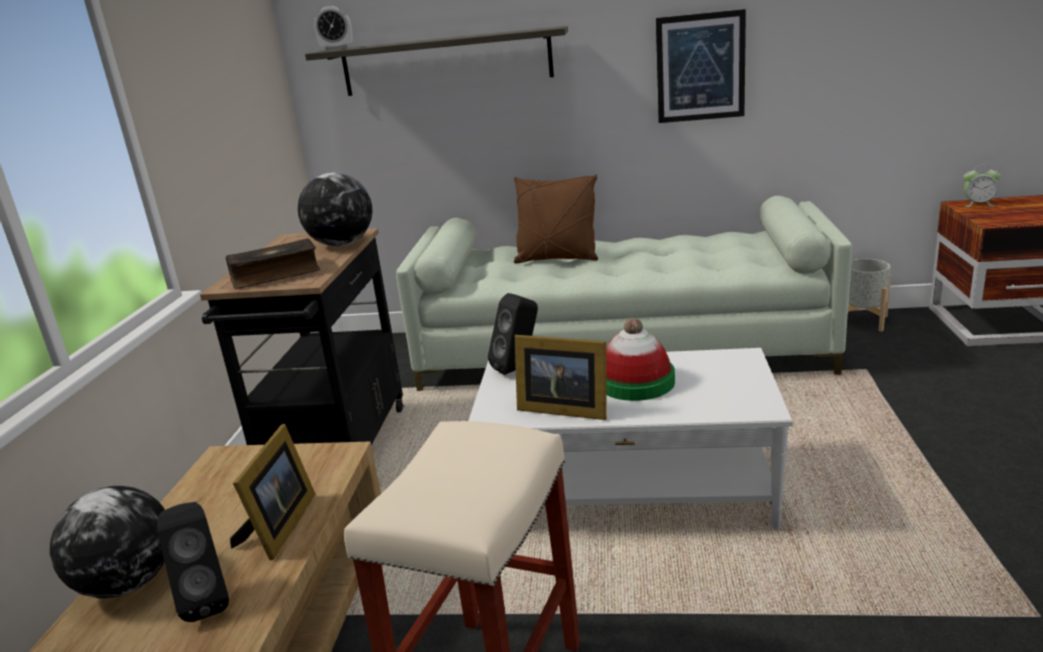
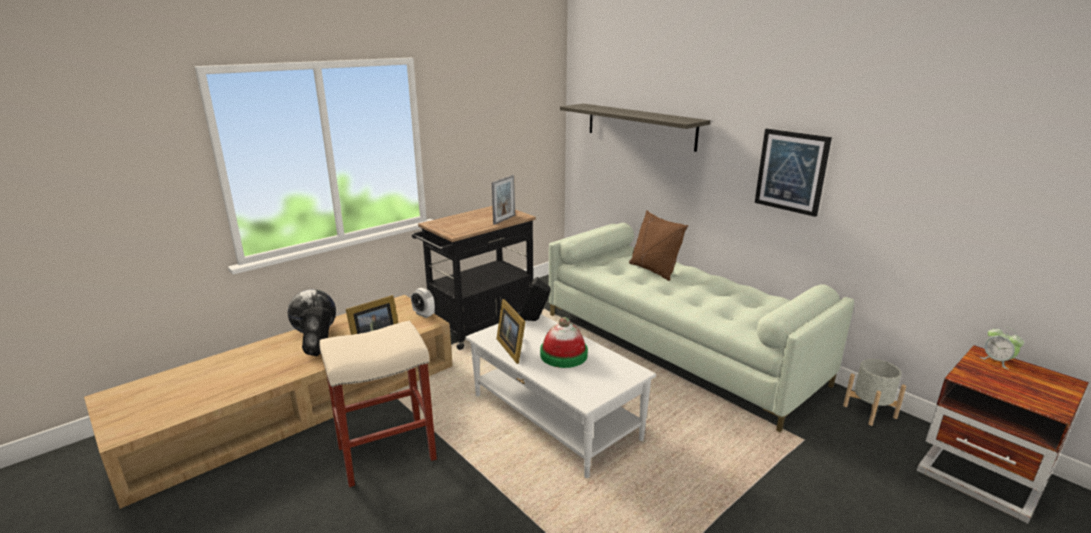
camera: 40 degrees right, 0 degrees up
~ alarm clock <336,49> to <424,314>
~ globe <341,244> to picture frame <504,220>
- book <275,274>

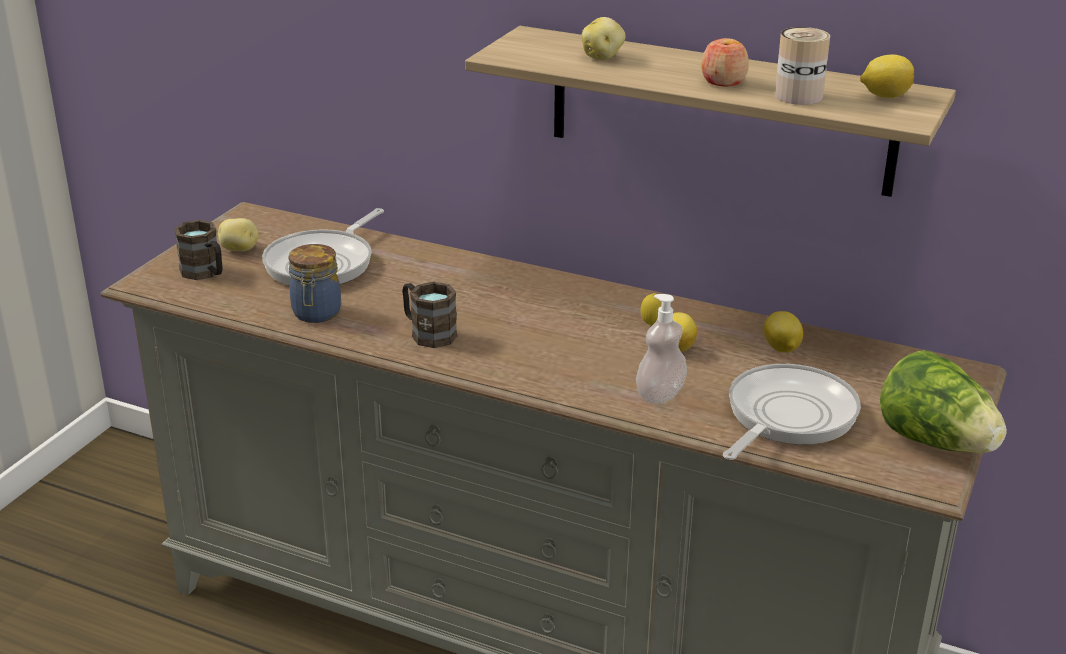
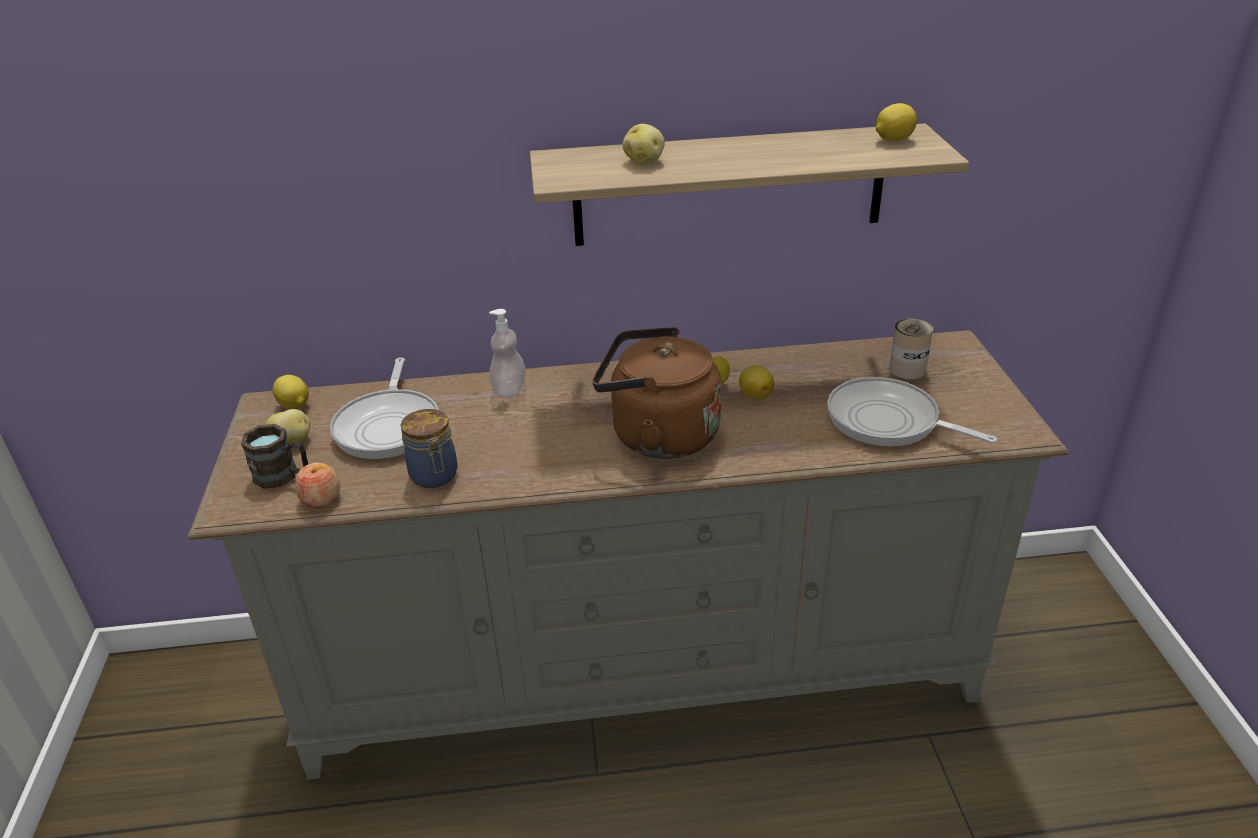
camera: 30 degrees left, 5 degrees up
~ can <798,96> to <907,369>
~ apple <723,82> to <321,499>
- brown mug <427,333>
~ soap dispenser <660,394> to <509,389>
~ lemon <781,349> to <294,406>
- lettuce <935,442>
~ frying pan <786,417> = <888,422> 60 degrees counterclockwise
+ brown kettle <657,436>

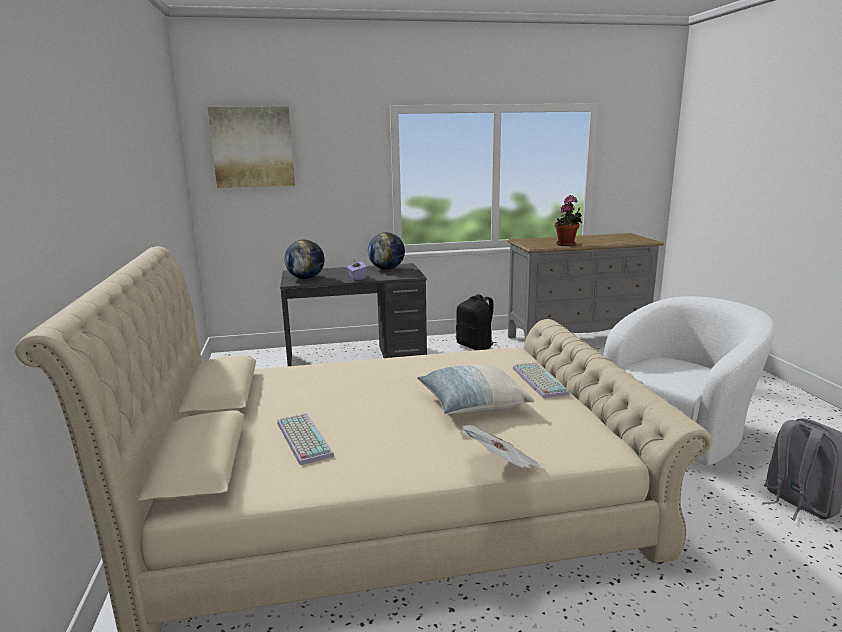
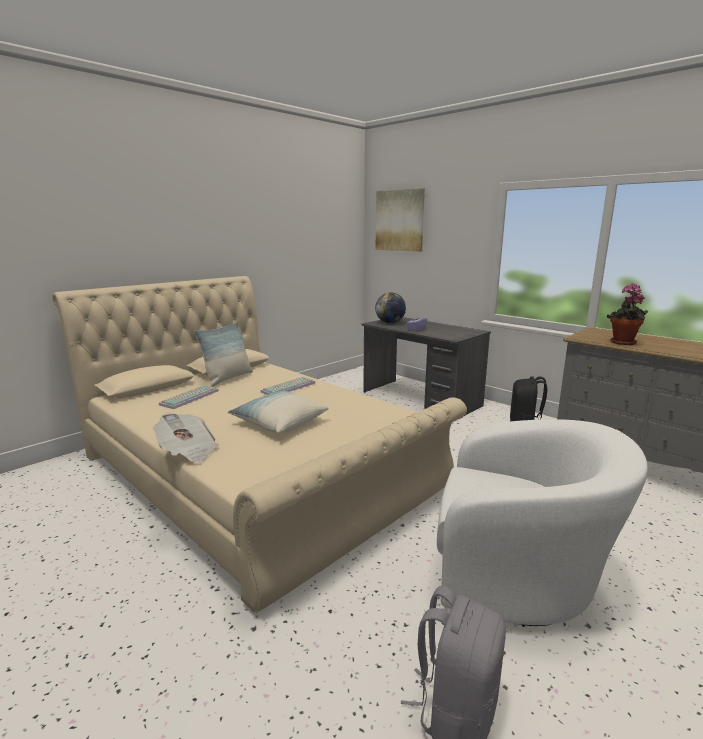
camera: 55 degrees right, 0 degrees up
- globe <387,269>
~ keyboard <537,380> to <288,387>
+ pillow <228,378>

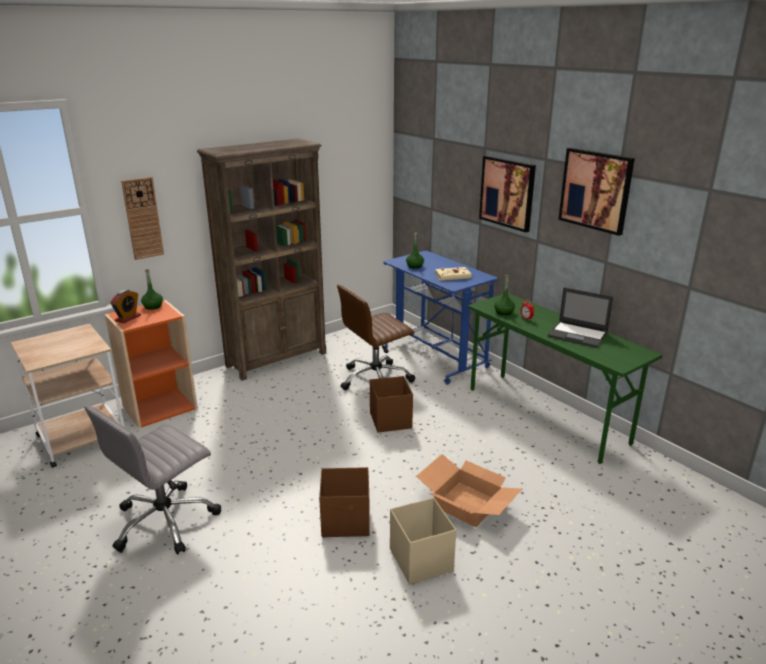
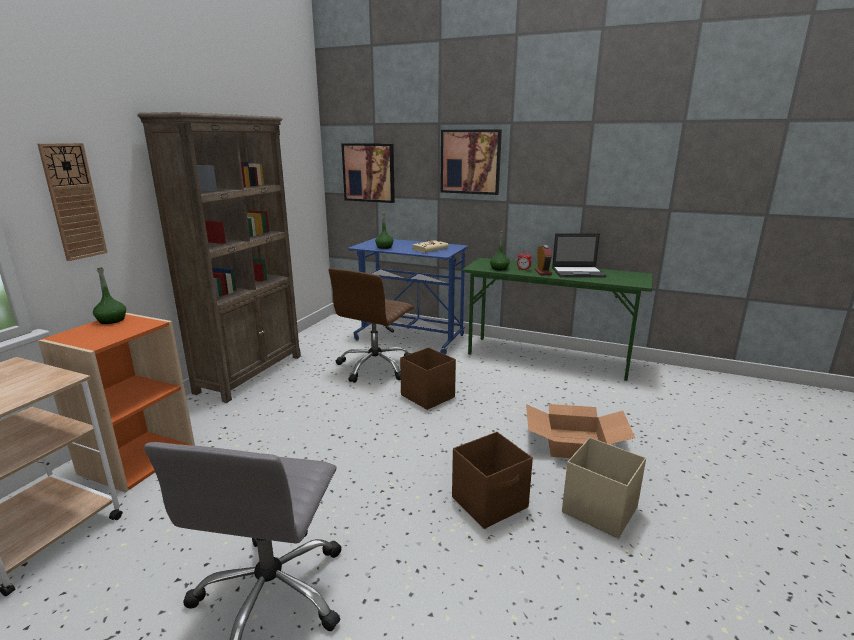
camera: 30 degrees left, 5 degrees down
~ picture <595,190> to <369,172>
~ alarm clock <128,318> to <542,272>

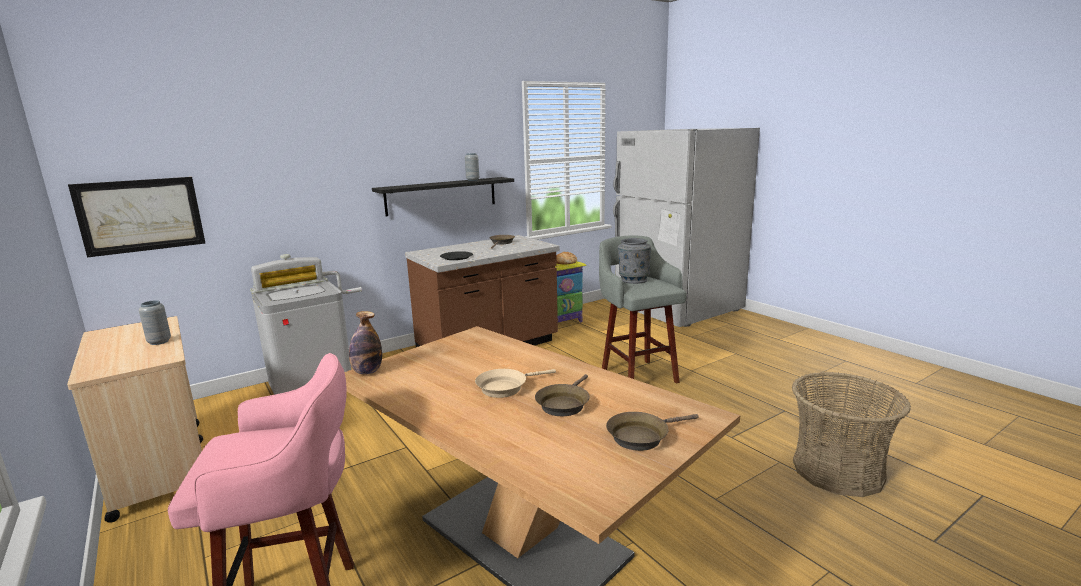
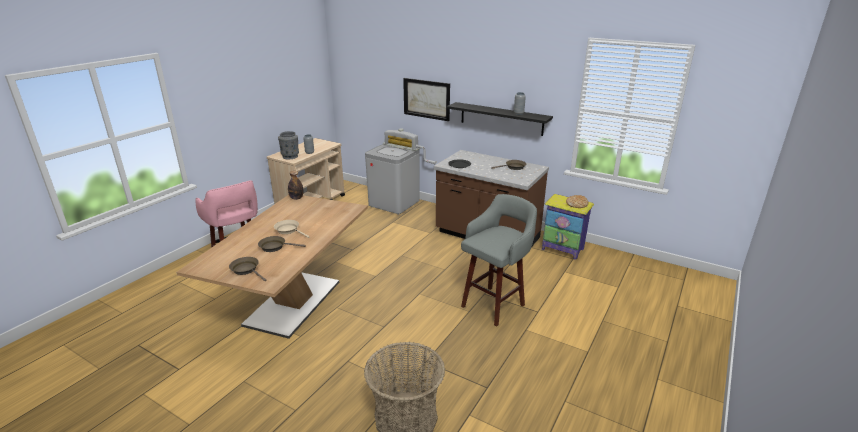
camera: 65 degrees right, 10 degrees up
- white fridge <678,308>
~ picture <141,215> to <426,99>
~ grey vase <633,280> to <290,156>

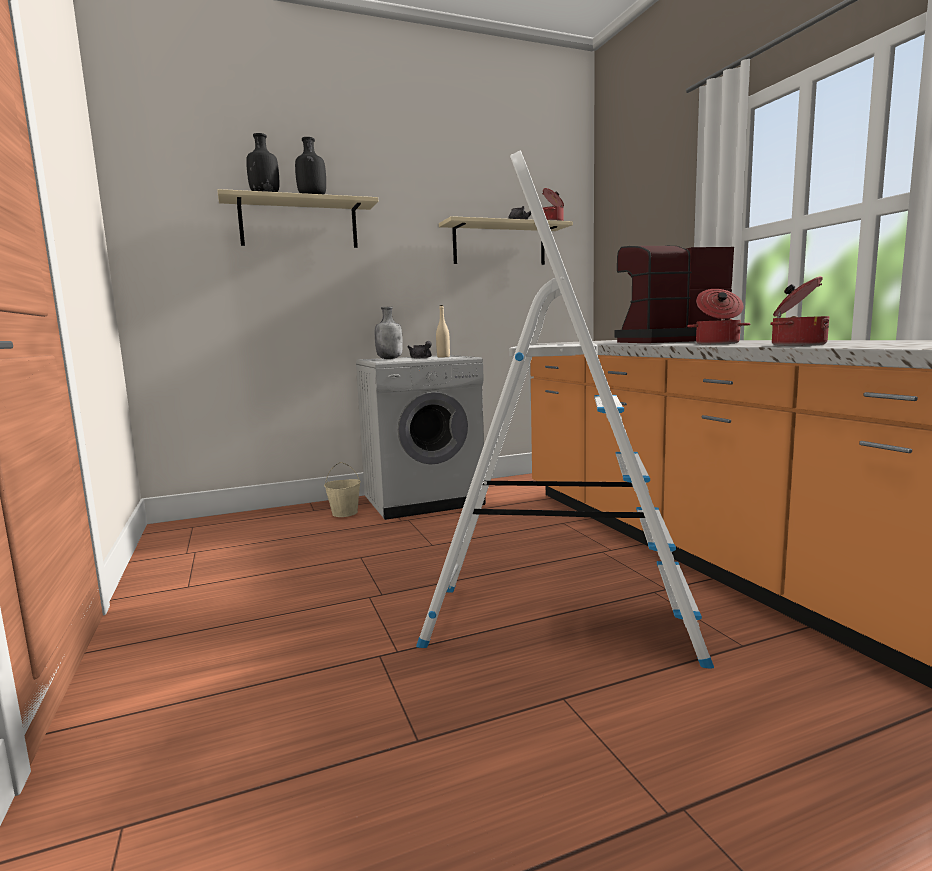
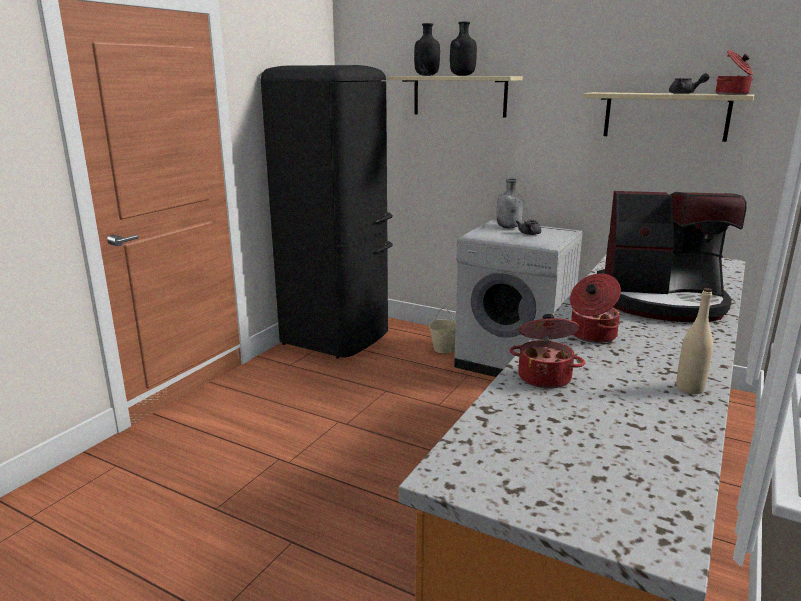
camera: 50 degrees right, 10 degrees up
- white step ladder <561,623>
~ coffee machine <667,341> = <661,301> 150 degrees clockwise
~ beige bottle <443,357> to <689,388>
+ black fridge <339,337>

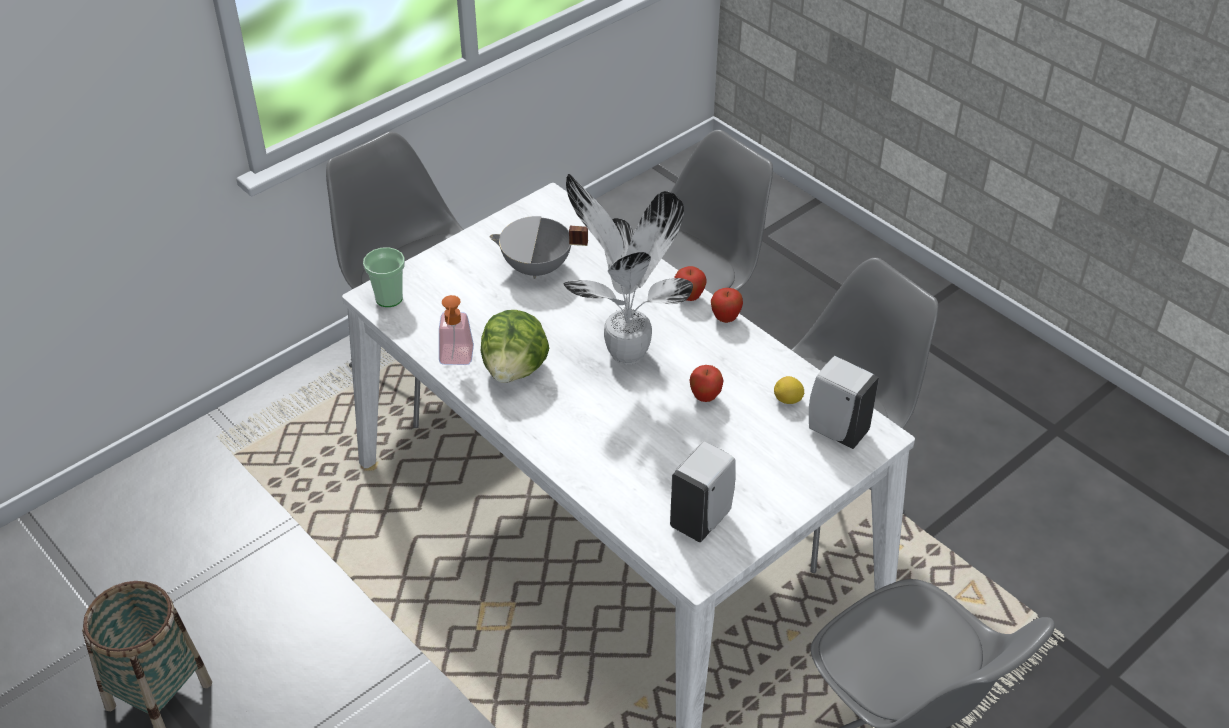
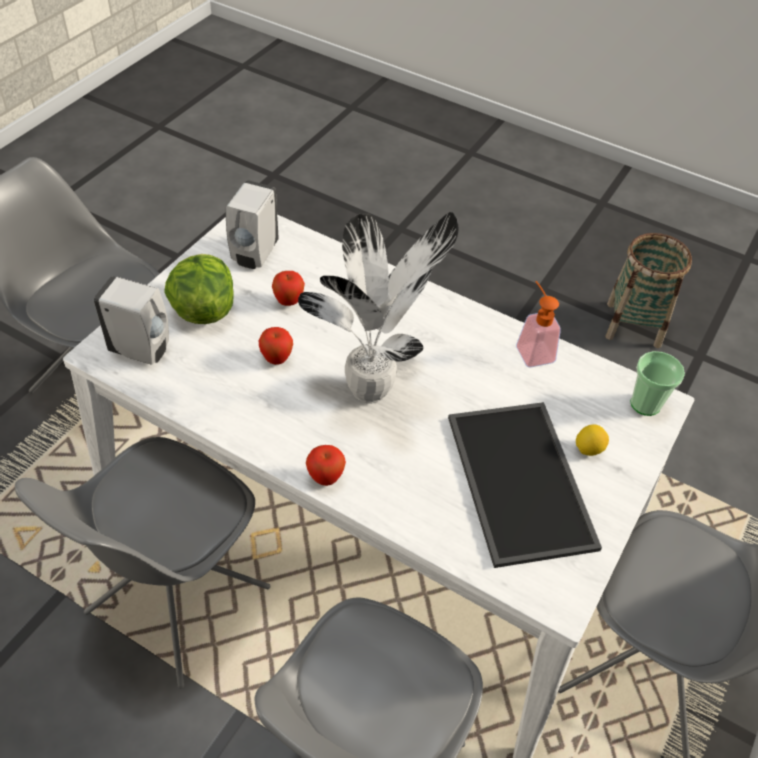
camera: 160 degrees right, 5 degrees up
~ grey cooking pot <537,268> to tray <516,479>
~ apple <725,318> to <288,302>
~ lettuce <515,369> to <203,310>
~ lemon <788,400> to <588,449>

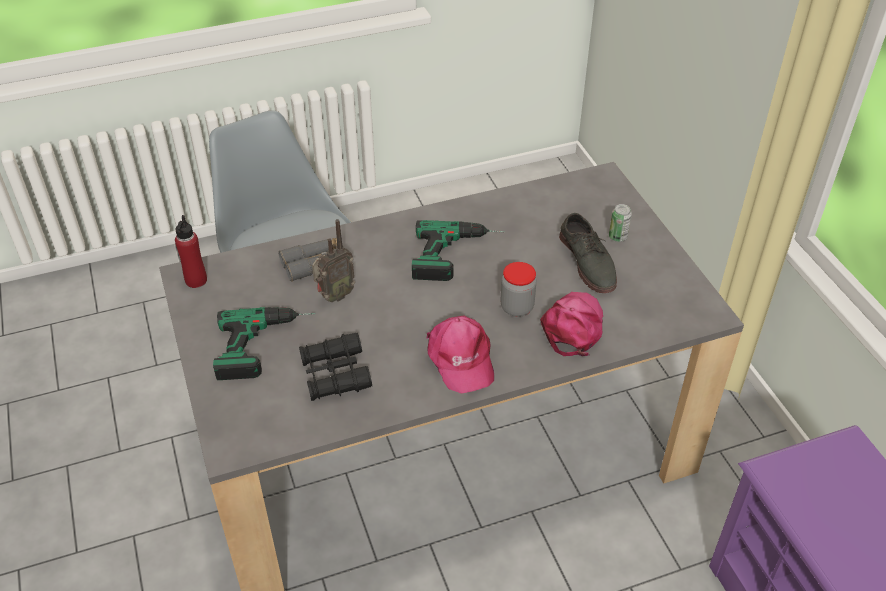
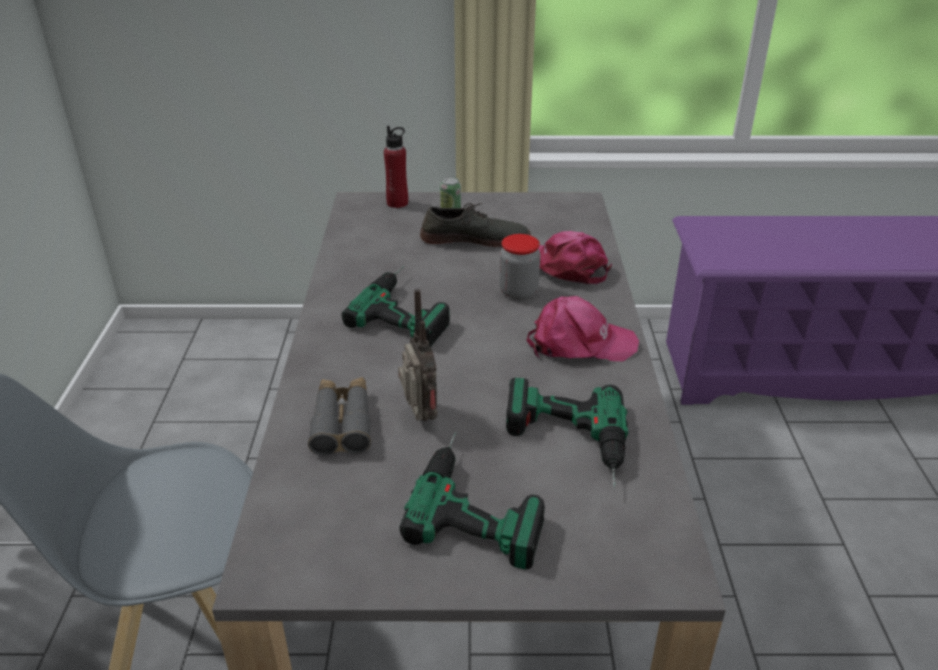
camera: 70 degrees left, 10 degrees down
~ red bottle <196,280> to <397,203>
~ black binoculars <335,374> to power drill <565,444>

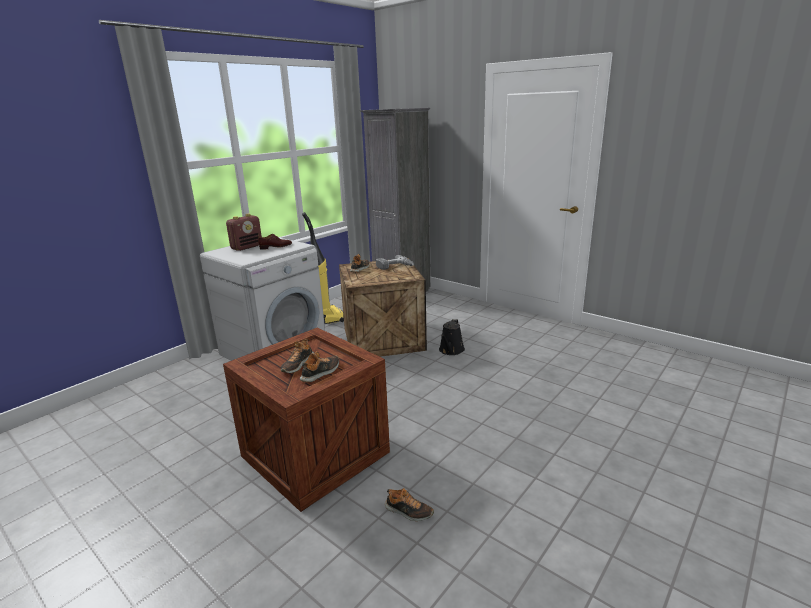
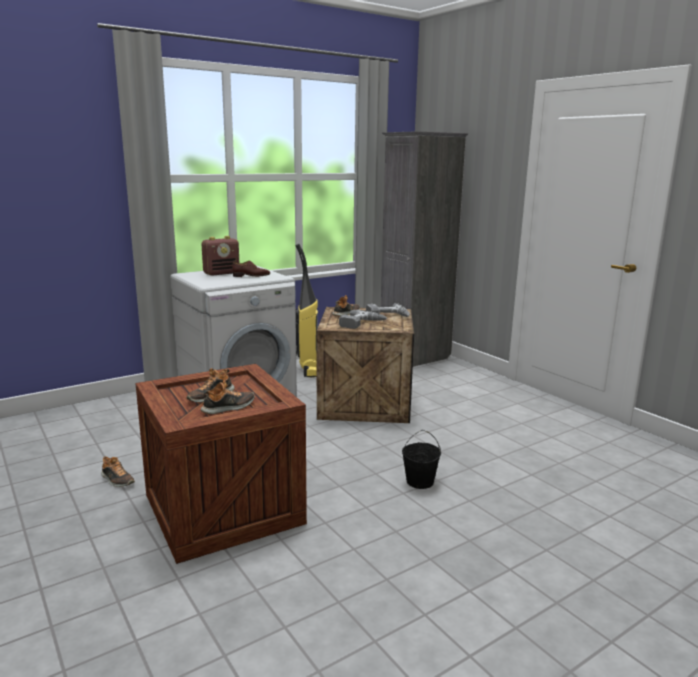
camera: 15 degrees right, 5 degrees down
- black watering can <451,350>
~ shoe <408,511> to <117,480>
+ power drill <362,324>
+ black bucket <420,481>

